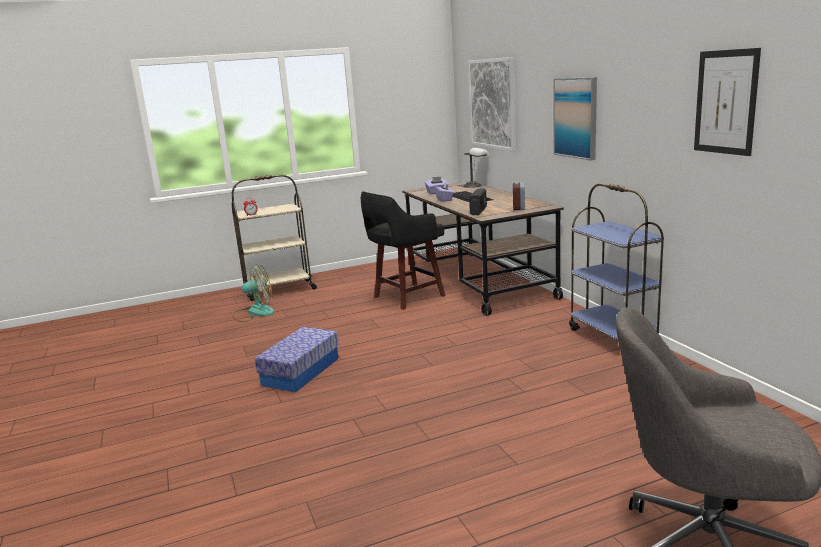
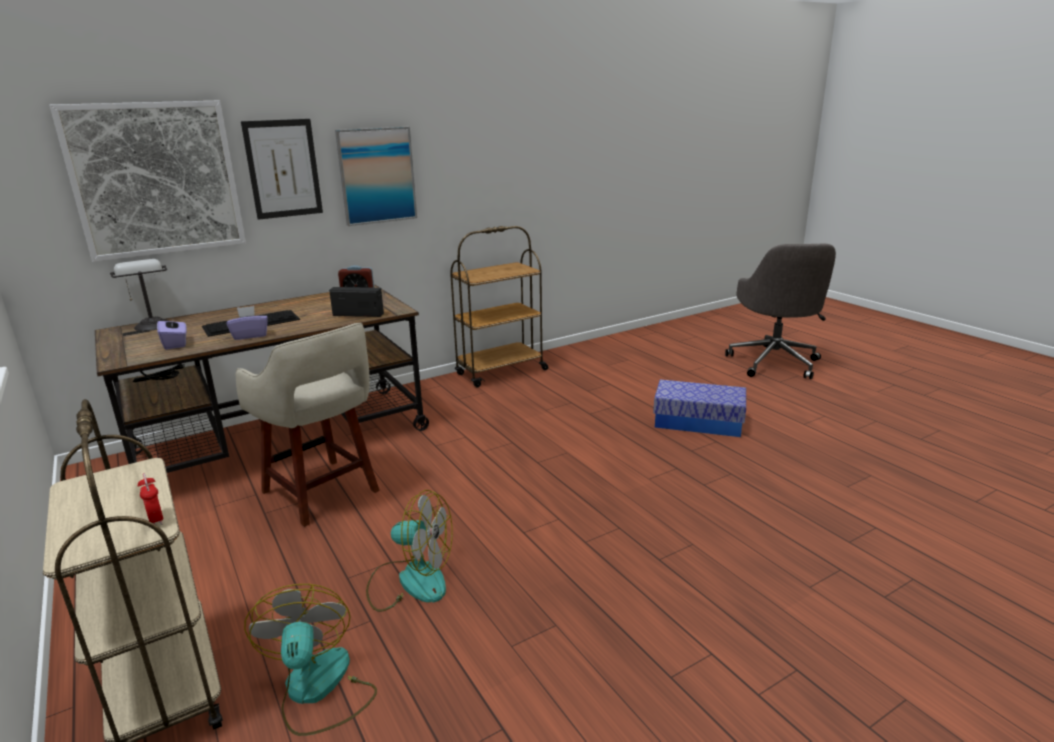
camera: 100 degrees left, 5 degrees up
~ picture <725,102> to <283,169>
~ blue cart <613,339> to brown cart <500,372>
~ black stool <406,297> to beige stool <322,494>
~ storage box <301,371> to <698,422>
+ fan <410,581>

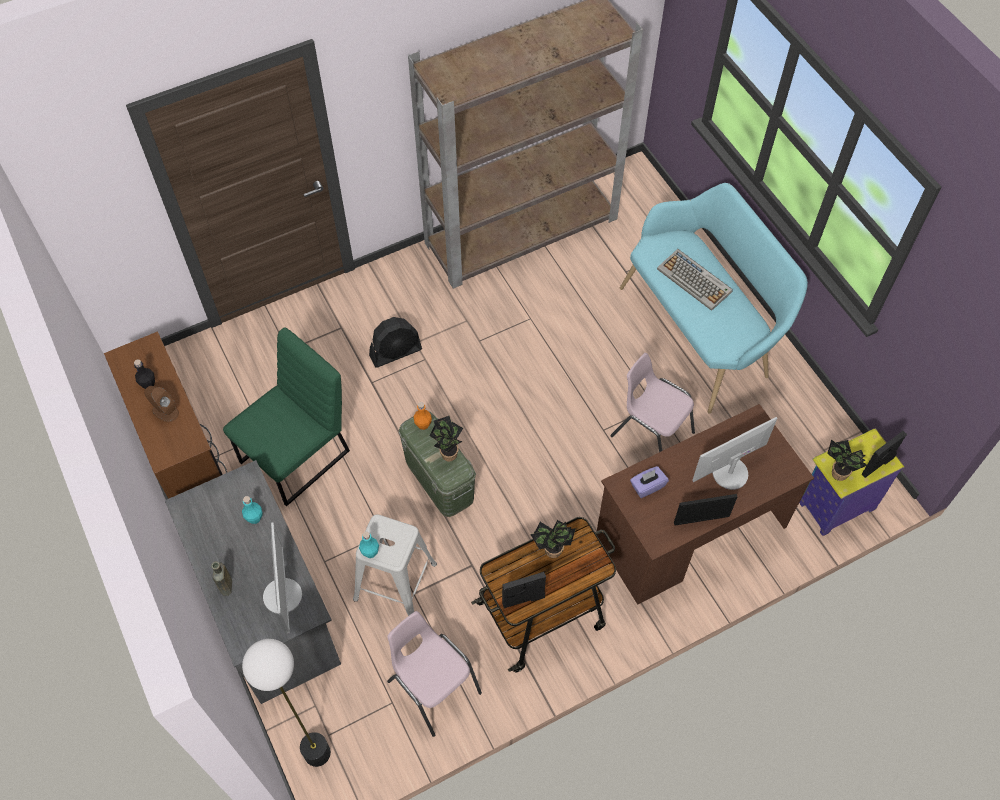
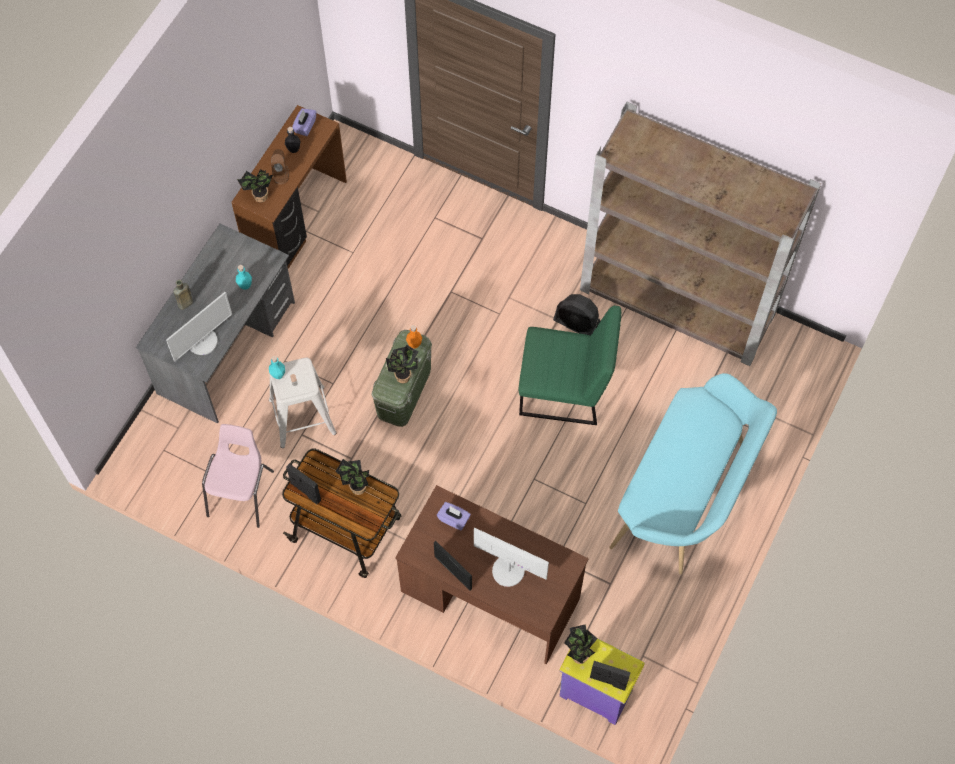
camera: 55 degrees right, 5 degrees up
- keyboard <695,280>
~ black fan <396,352> to <577,325>
~ green chair <298,454> to <564,392>
- pink chair <651,434>
- floor lamp <317,752>
+ purple tissue box <305,126>
+ potted plant <259,198>

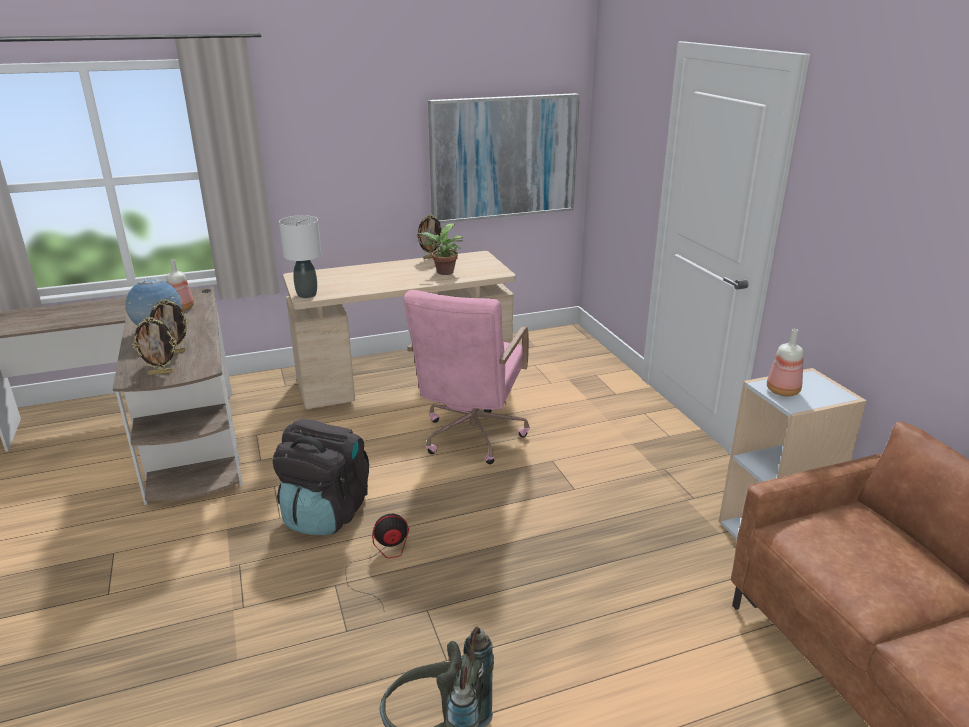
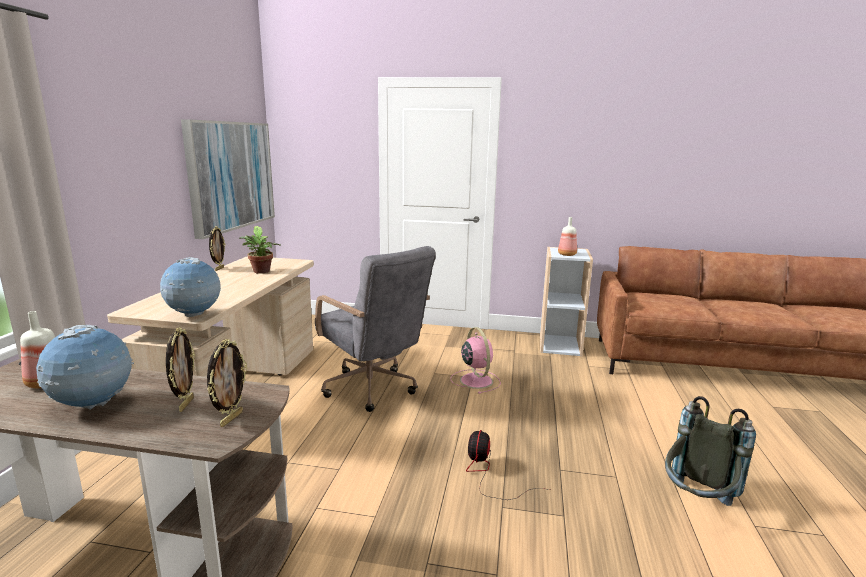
camera: 60 degrees left, 10 degrees down
~ white table lamp <307,295> to globe <194,315>
~ pink office chair <471,440> to grey office chair <373,391>
- black backpack <326,513>
+ pink fan <475,380>

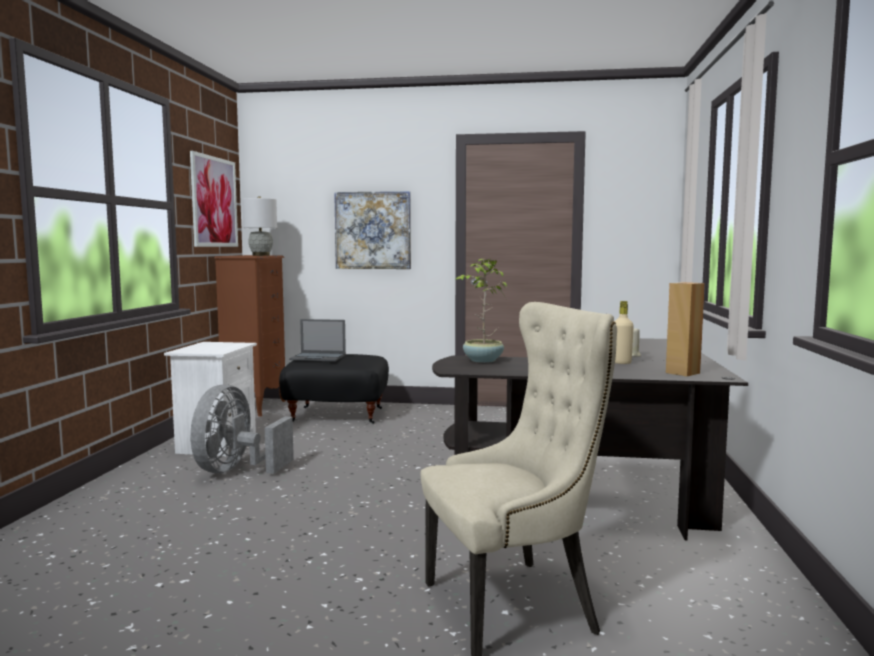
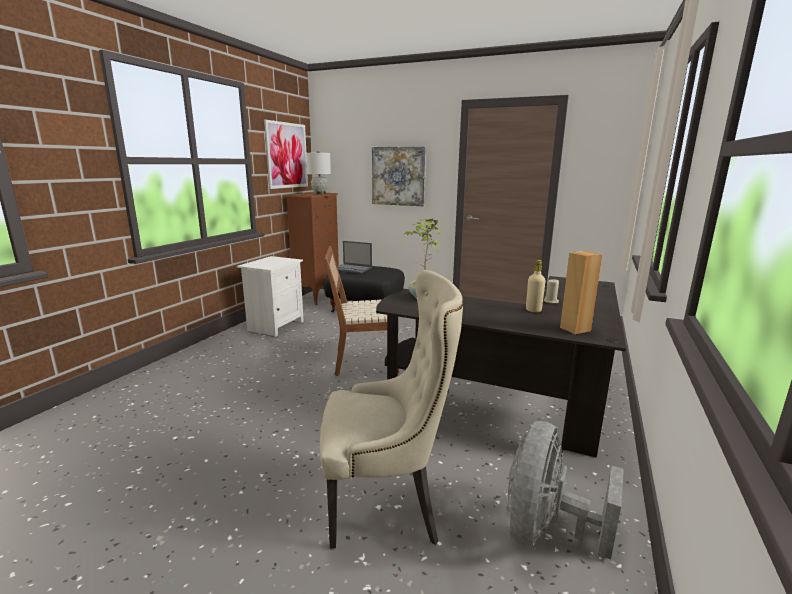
camera: 15 degrees right, 10 degrees up
~ grey fan <236,470> to <545,530>
+ chair <362,361>

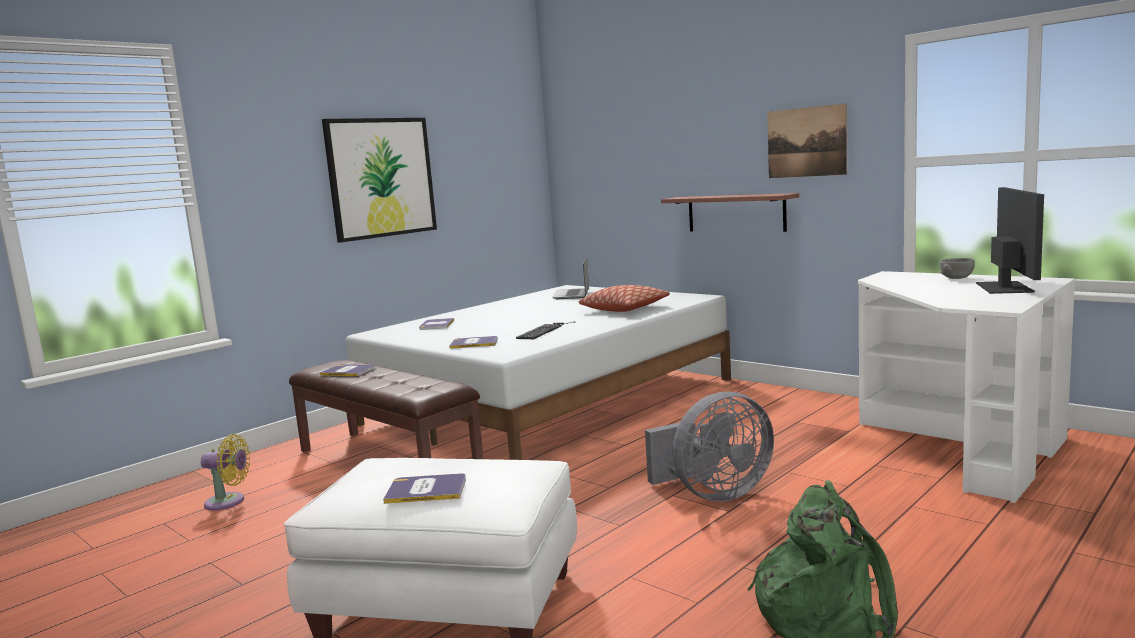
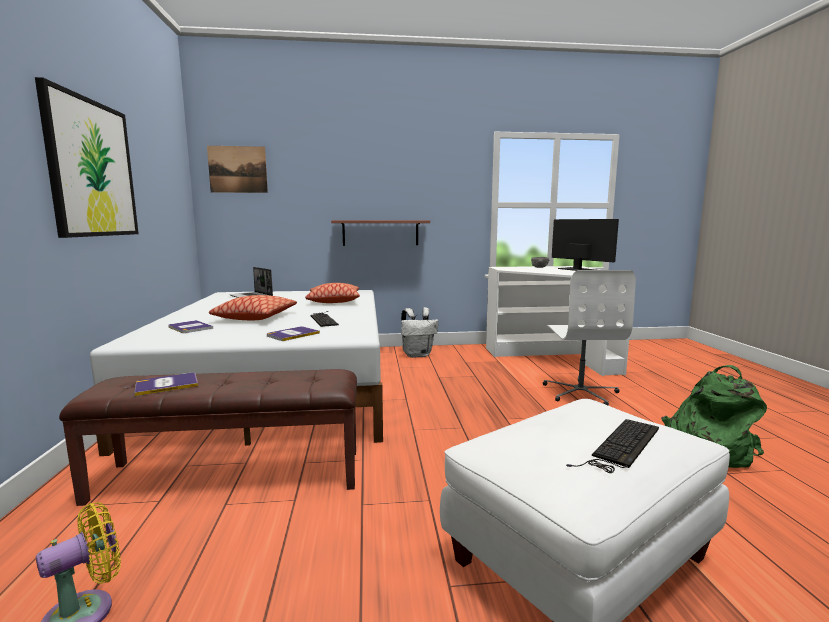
camera: 50 degrees left, 0 degrees up
~ picture <806,142> to <238,169>
- grey fan <714,494>
~ book <426,490> to keyboard <620,446>
+ white office chair <580,392>
+ pillow <255,317>
+ white backpack <417,355>

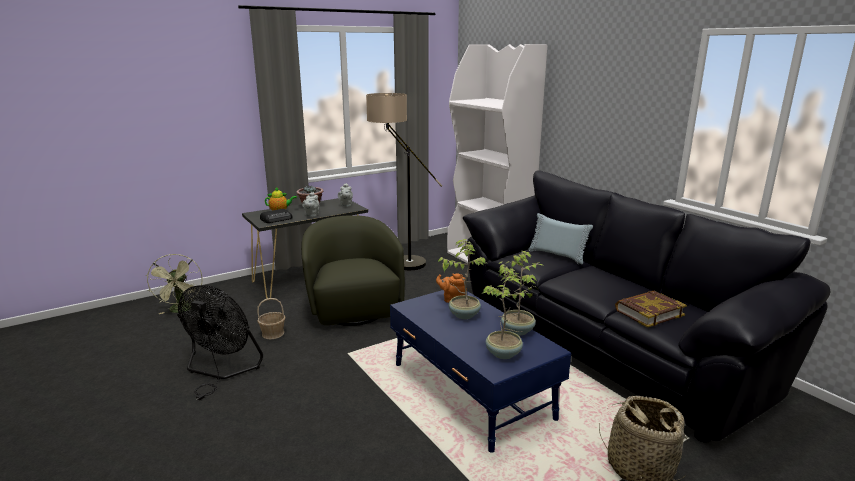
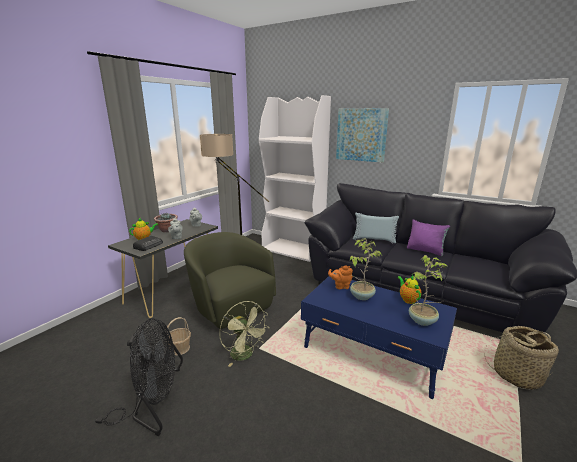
camera: 25 degrees left, 0 degrees up
~ potted plant <517,330> to teapot <408,299>
~ green fan <182,310> to <245,355>
~ black fan <216,370> = <151,402> 90 degrees clockwise
- book <649,312>
+ picture <361,135>
+ purple pillow <425,250>

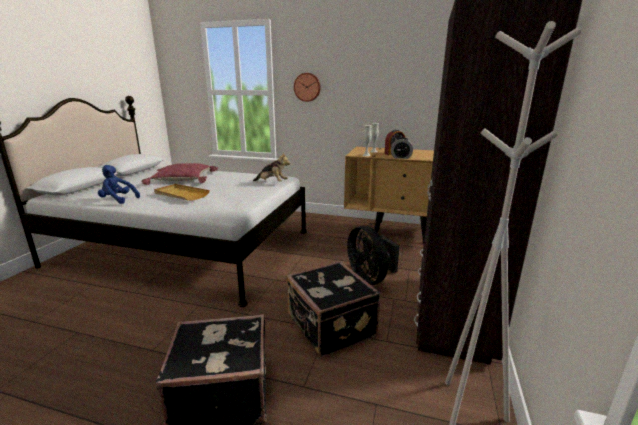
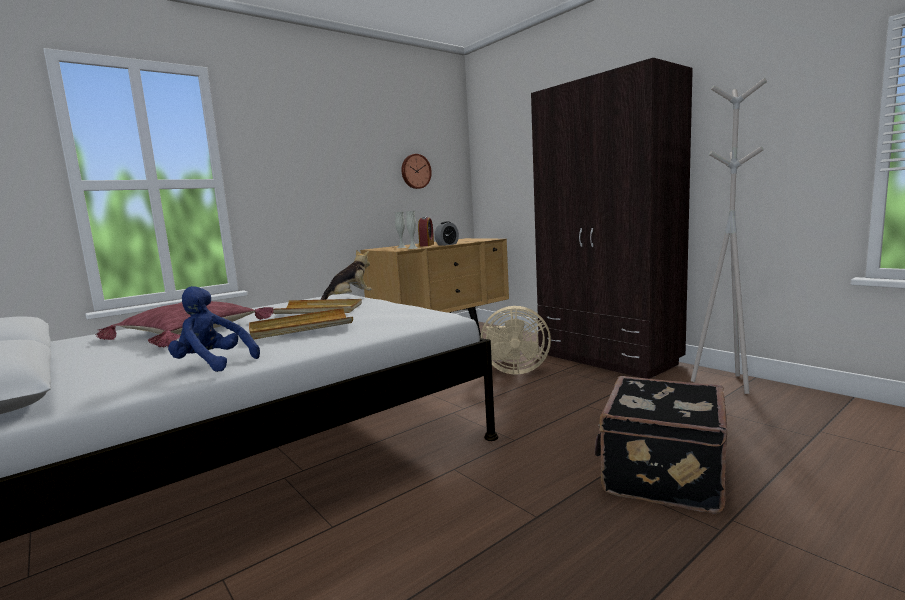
camera: 55 degrees left, 10 degrees down
~ wall clock <307,87> to <415,171>
~ blue plush toy <118,200> = <212,364> 60 degrees clockwise
~ black fan <370,278> to beige fan <514,370>
- black suitcase <330,327>
+ beige tray <318,310>

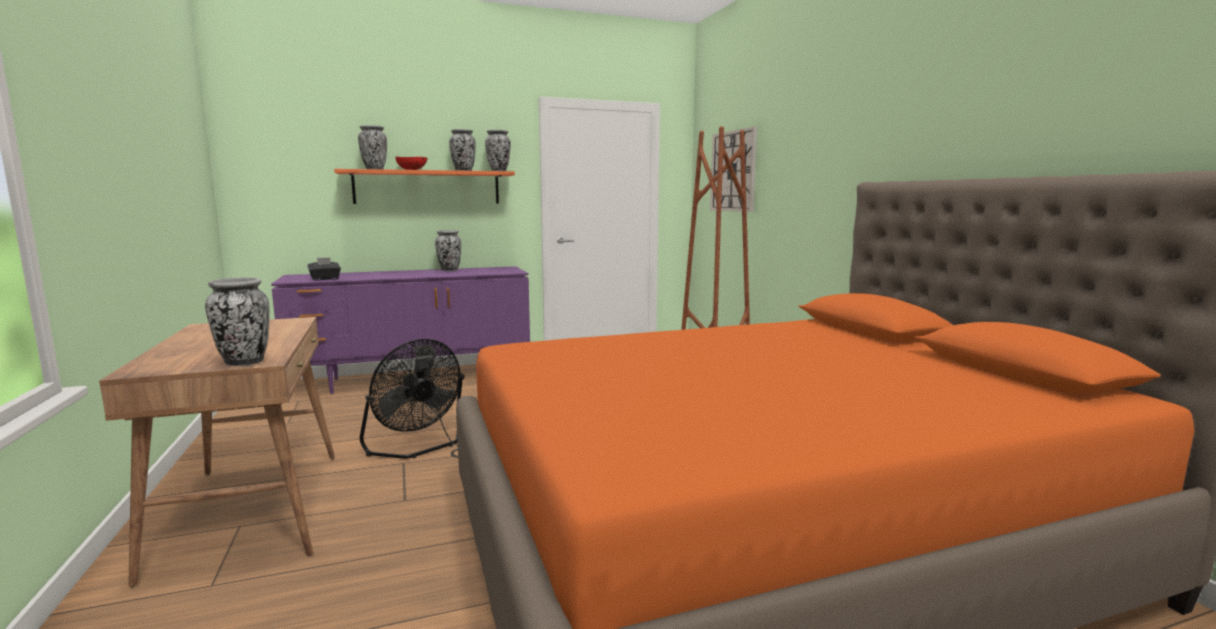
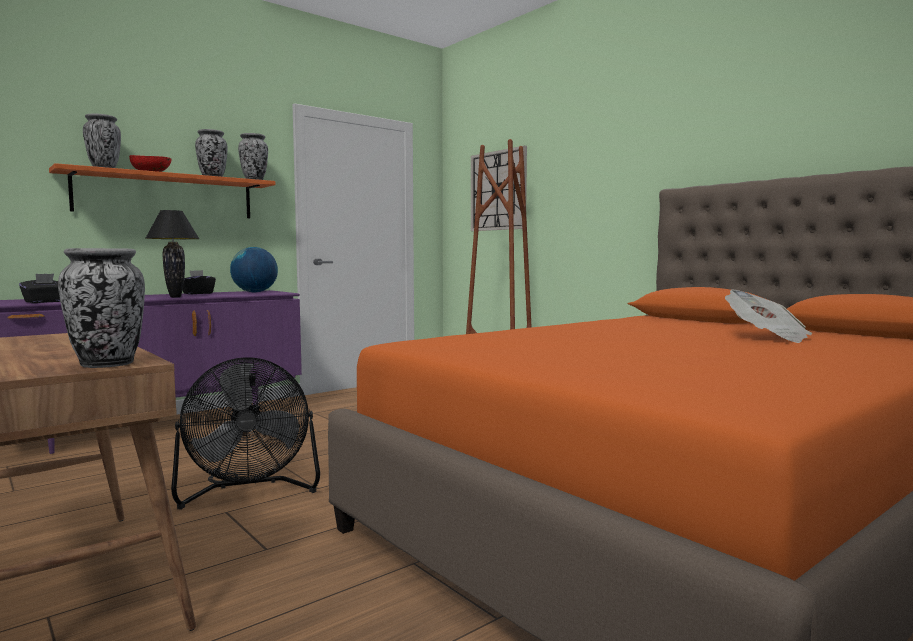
camera: 20 degrees left, 5 degrees down
~ vase <449,270> to black tissue box <198,293>
~ black fan <429,446> = <244,491> 135 degrees counterclockwise
+ black table lamp <175,297>
+ globe <254,292>
+ newspaper <767,337>

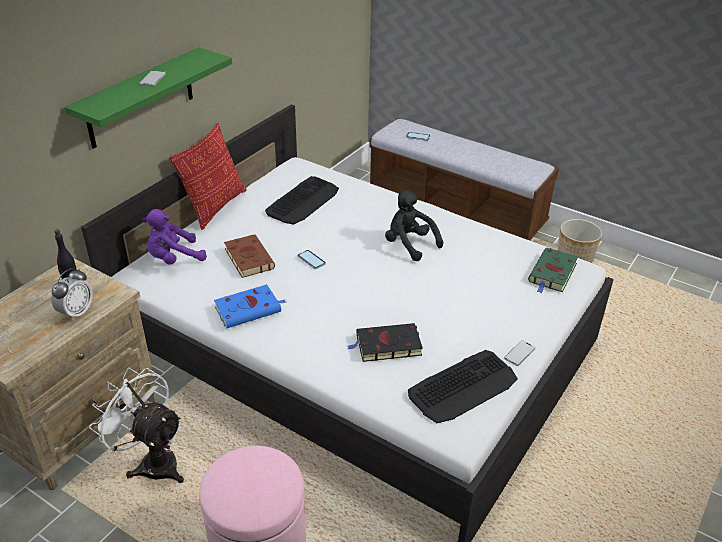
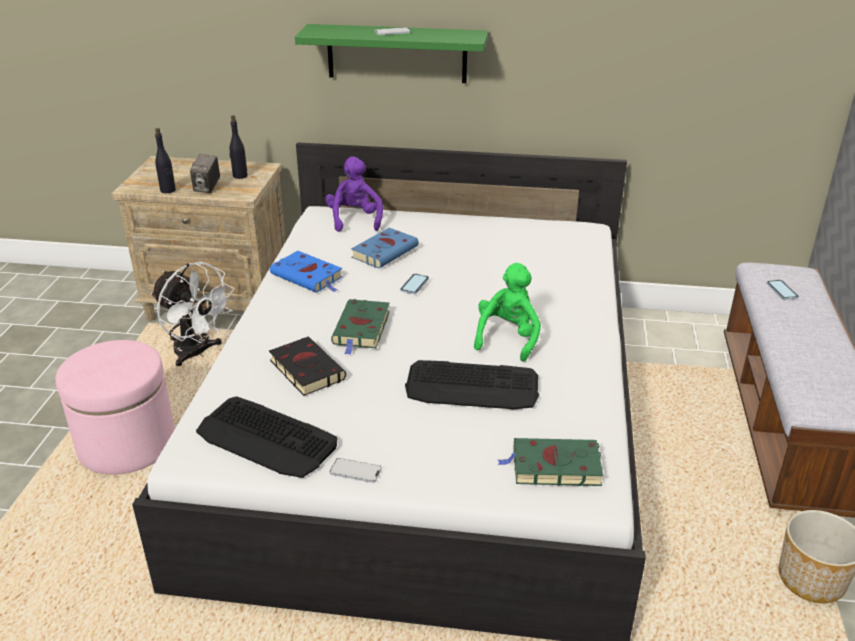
camera: 65 degrees right, 5 degrees down
- red pillow <215,207>
~ keyboard <303,201> to <472,387>
~ black plush toy <409,244> to green plush toy <508,338>
~ purple plush toy <174,258> = <355,220> 45 degrees clockwise
~ brown book <248,258> to blue book <386,251>
~ alarm clock <76,312> to photo camera <207,188>
~ white fan <152,462> = <197,353> 120 degrees clockwise
+ black bottle <168,190>
+ green book <361,329>

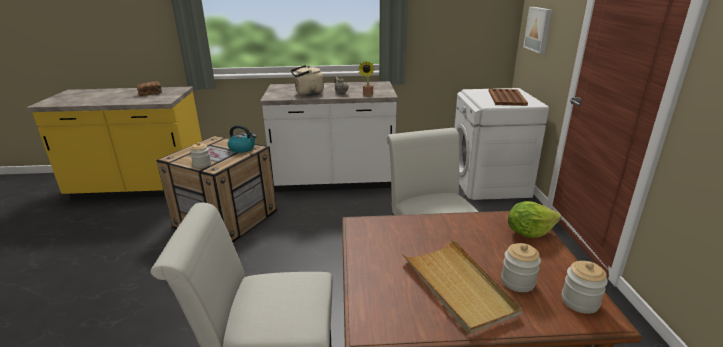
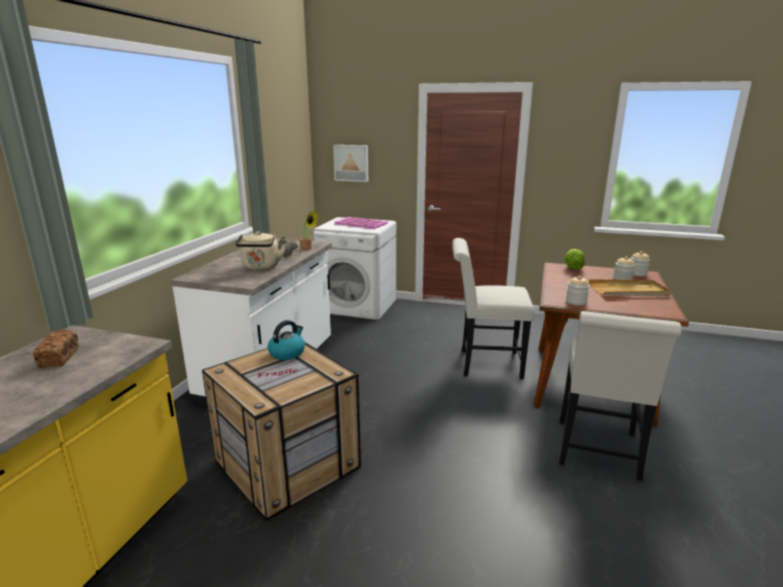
camera: 70 degrees left, 5 degrees down
~ brown tray <506,98> to pink tray <361,224>
~ jar <202,164> to <576,302>

